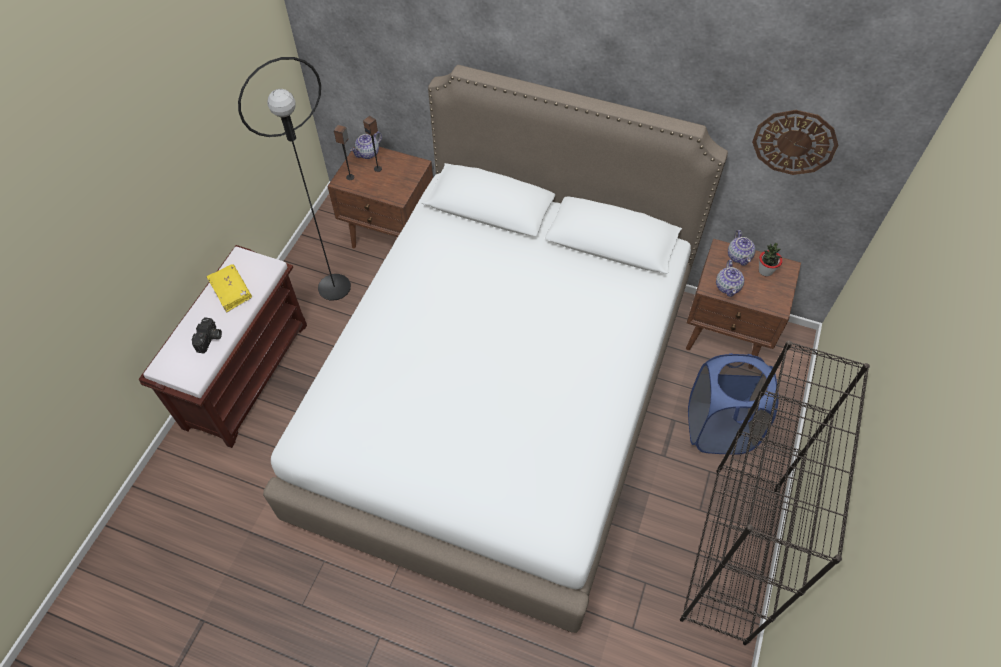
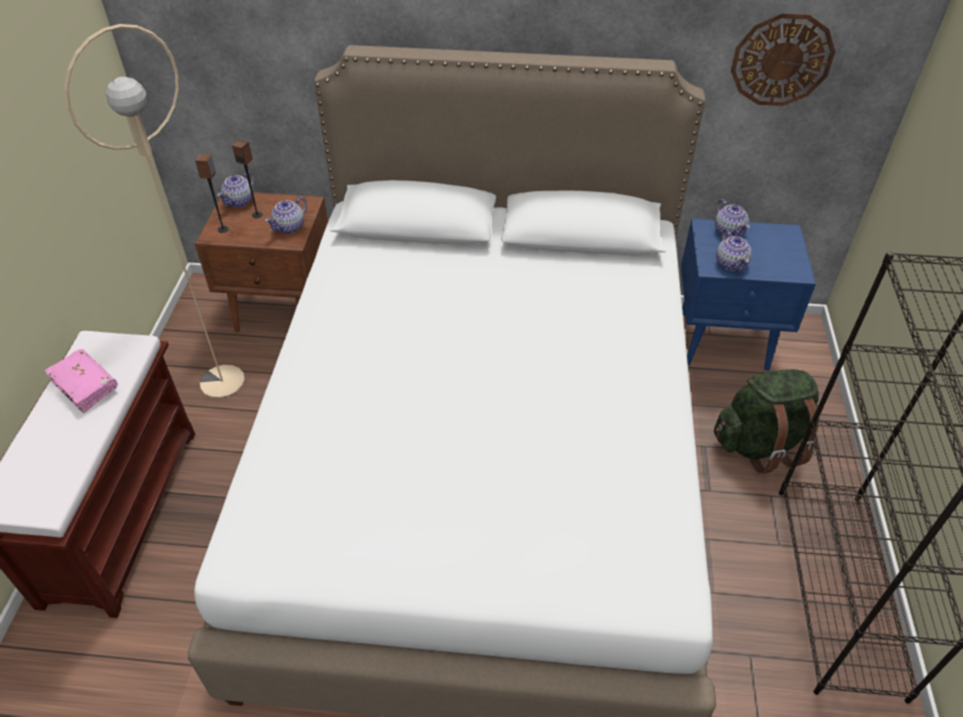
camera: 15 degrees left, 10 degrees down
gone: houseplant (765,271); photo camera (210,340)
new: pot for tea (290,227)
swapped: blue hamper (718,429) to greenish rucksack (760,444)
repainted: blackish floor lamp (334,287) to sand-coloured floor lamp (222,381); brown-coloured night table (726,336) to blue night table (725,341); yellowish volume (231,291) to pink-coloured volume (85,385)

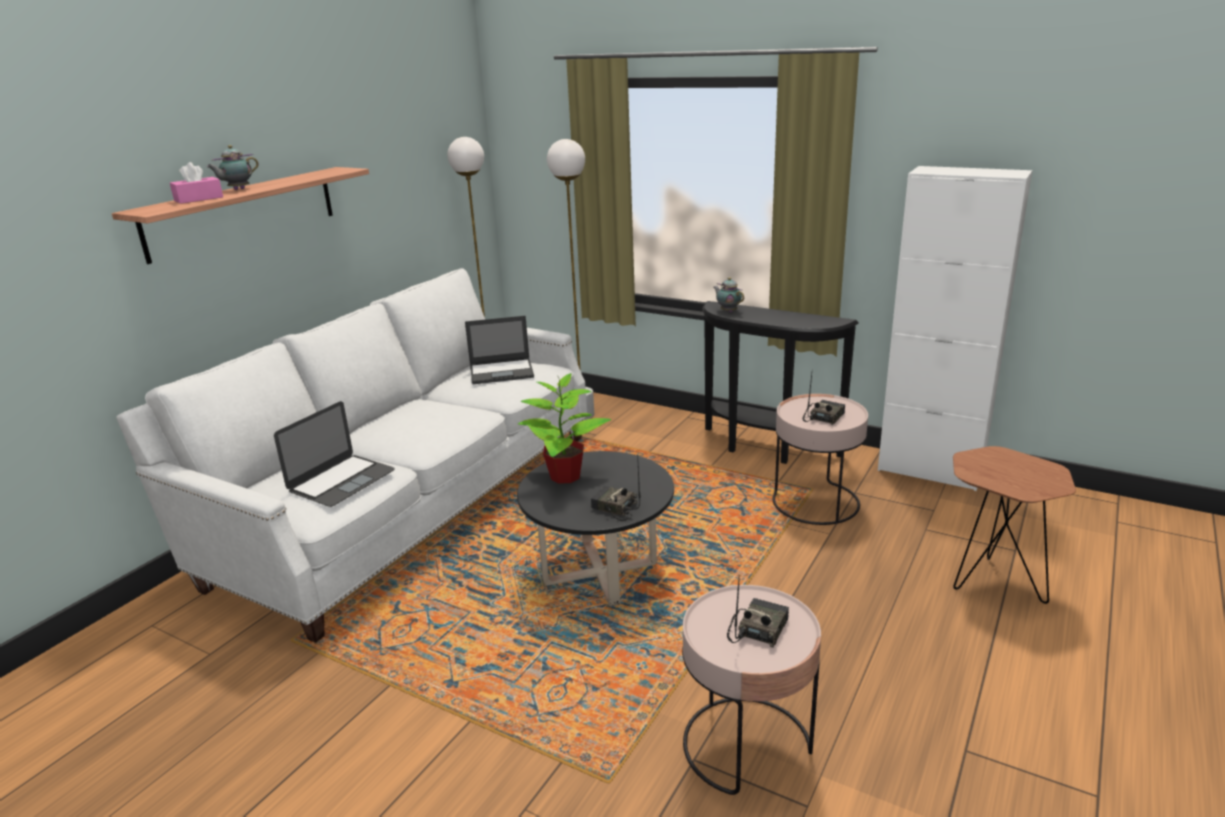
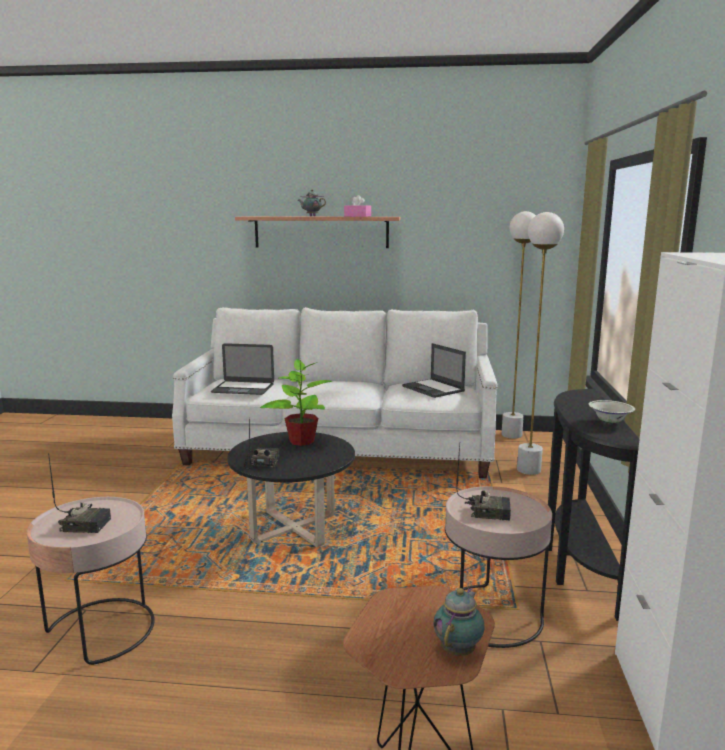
camera: 65 degrees right, 10 degrees down
new: white deep dish (609,422)
shifted: pink-coloured tissue box (199,199) to (357,216); pot for tea (728,311) to (459,649)

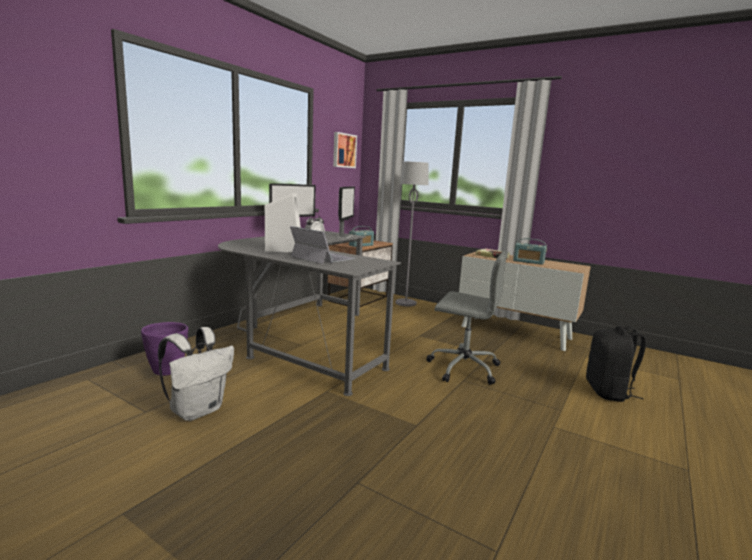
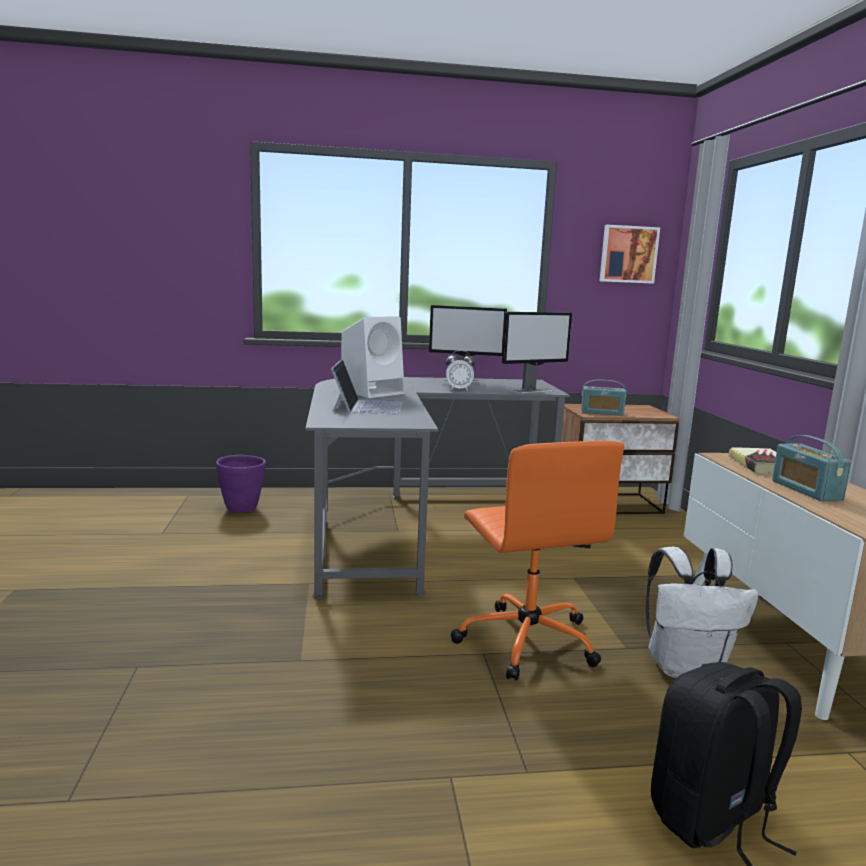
camera: 50 degrees right, 0 degrees up
gone: grey floor lamp (405,303)
shifted: white rucksack (198,410) to (686,667)
repainted: grey computer chair (462,367) to orange computer chair (526,640)

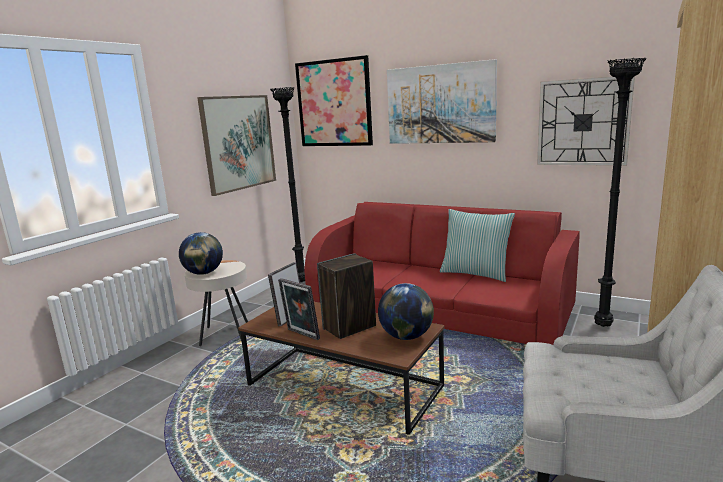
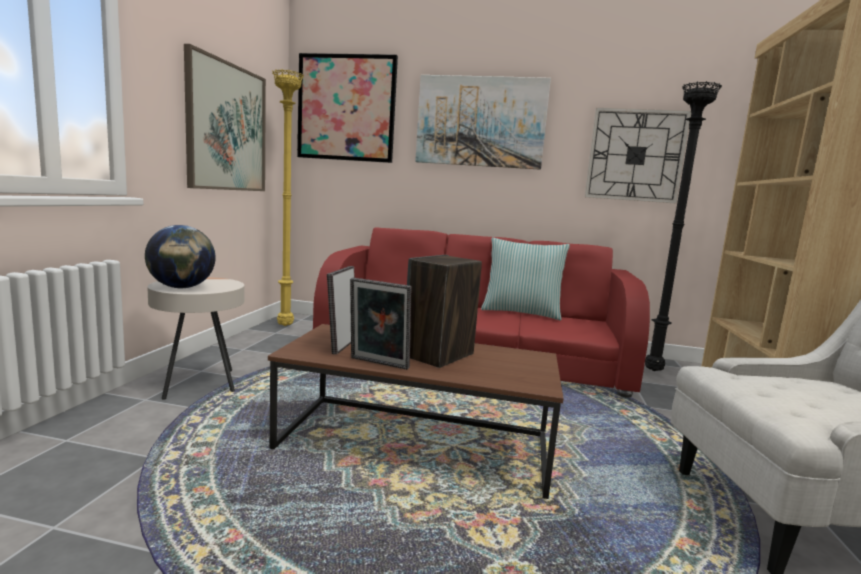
camera: 20 degrees left, 5 degrees down
gone: desk globe (406,336)
repainted: blackish floor lamp (300,281) to yellowish floor lamp (284,325)

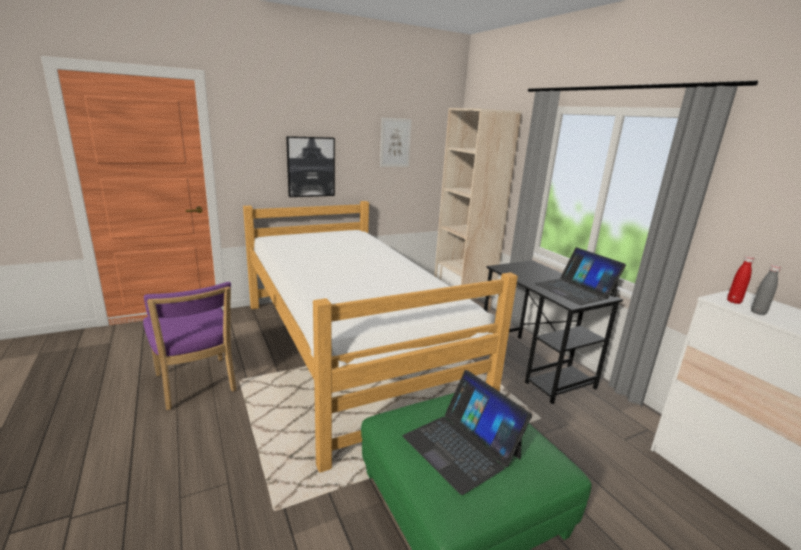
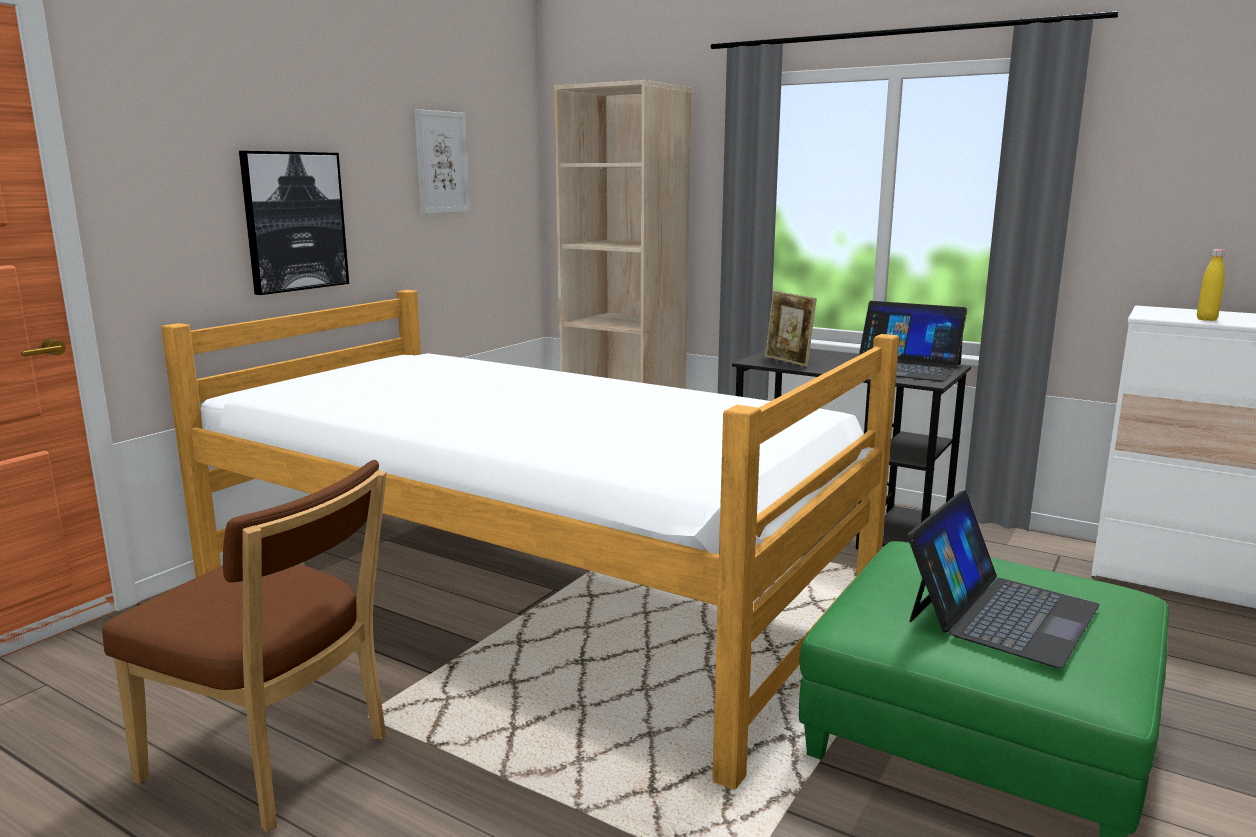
camera: 30 degrees left, 5 degrees down
gone: red beverage bottle (733,301)
new: picture frame (788,361)
repainted: grey beverage bottle (758,312) to yellowish beverage bottle (1206,319); purplish chair (196,385) to brown-coloured chair (275,762)
rotated: portable computer (461,446) = (1001,612) 75 degrees counterclockwise

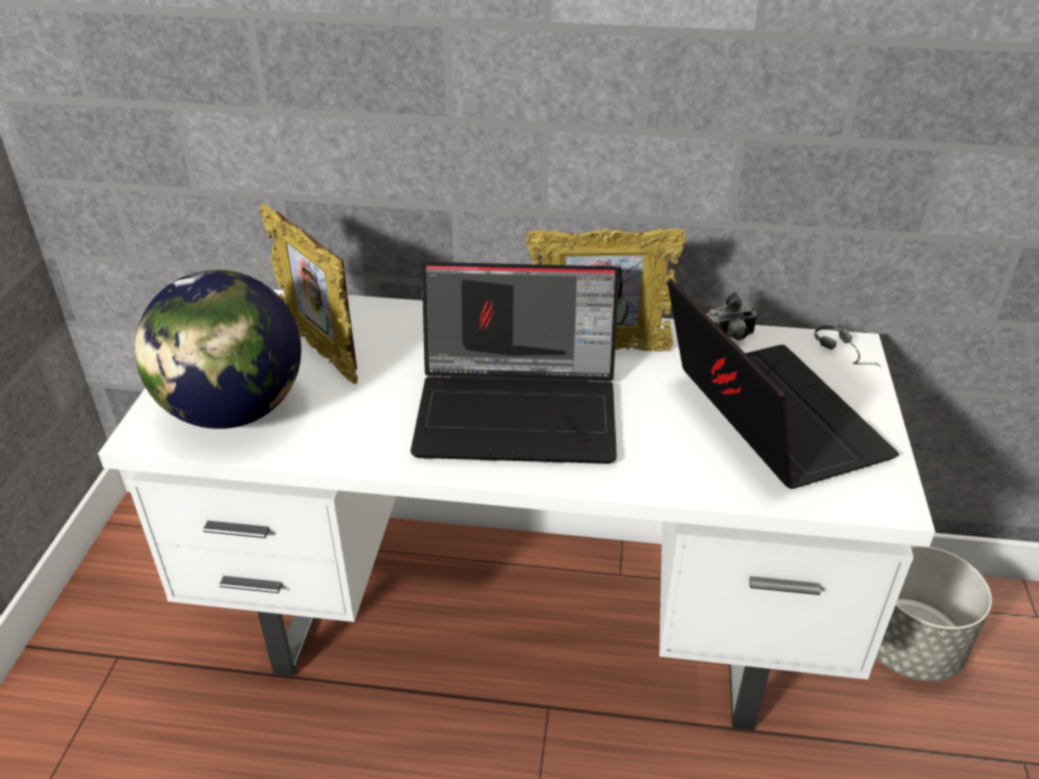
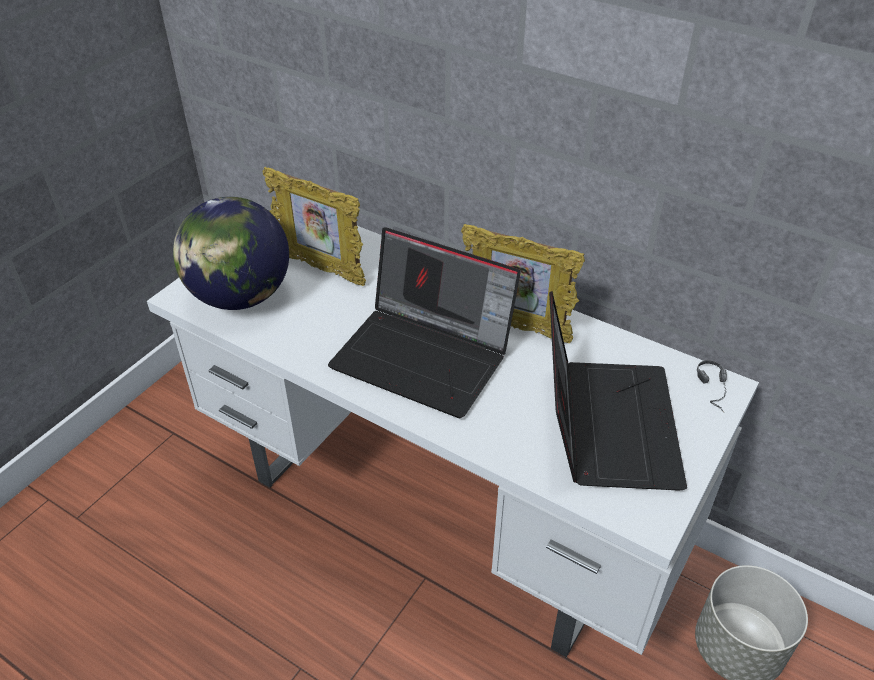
camera: 25 degrees right, 5 degrees up
gone: photo camera (730,338)
rotated: picture frame (320,351) = (321,269) 45 degrees counterclockwise

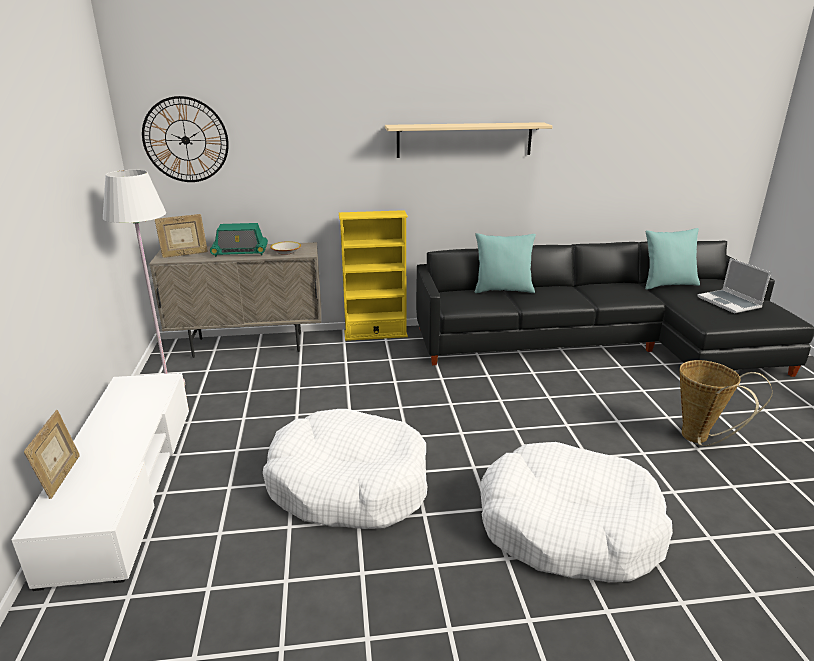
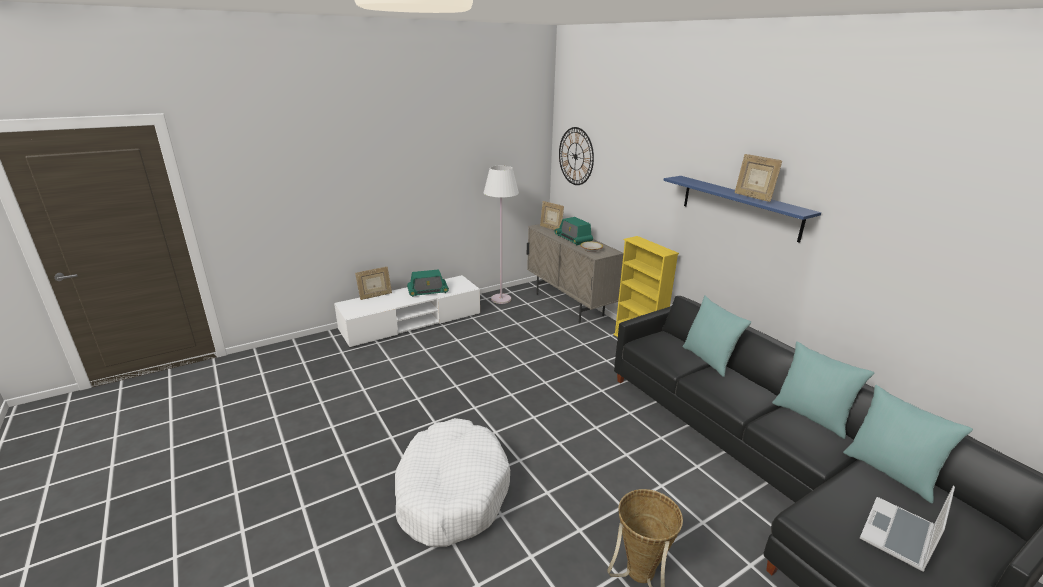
camera: 65 degrees right, 0 degrees up
gone: white dog cushion (348,484)
new: picture frame (752,197); radio receiver (428,291); turquoise-coloured pillow (811,416)
repainted: sand-coloured wall shelf (464,139) to blue wall shelf (739,207)

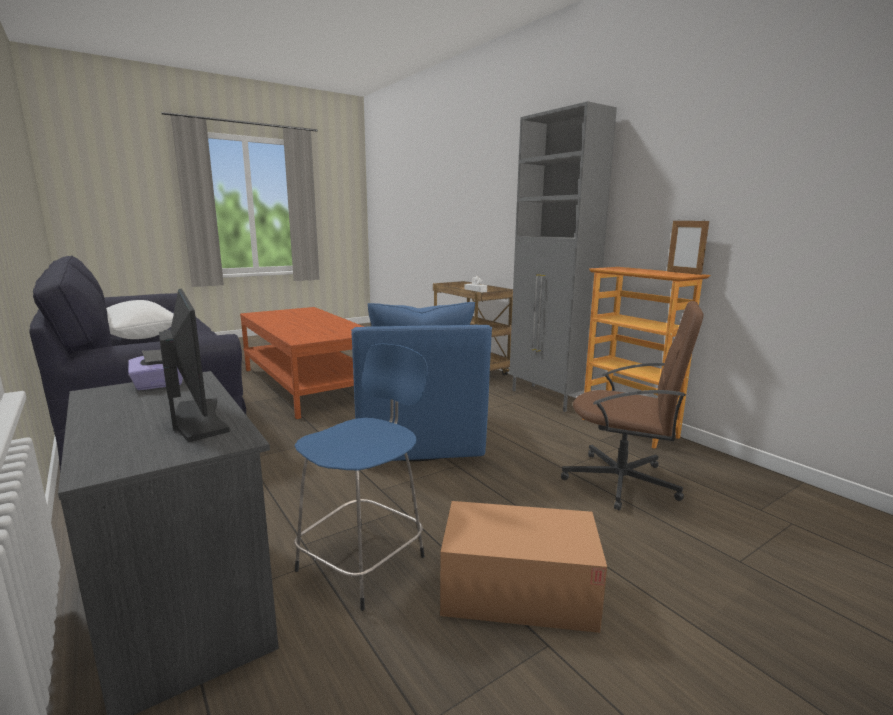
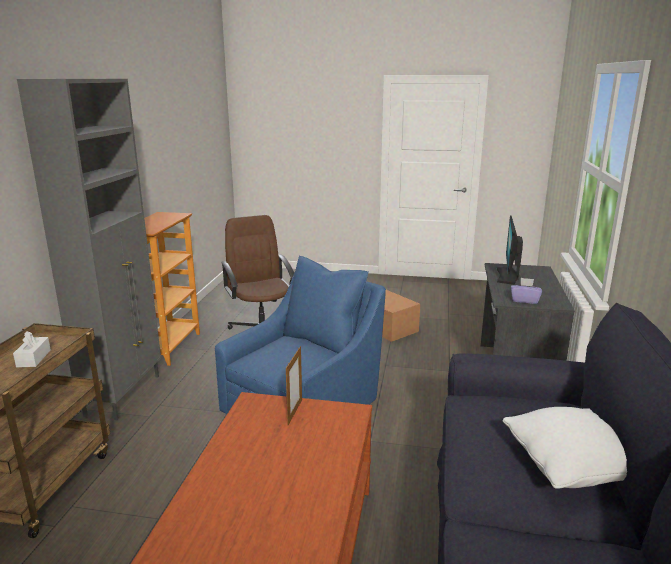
camera: 135 degrees left, 5 degrees up
gone: blue sitting stool (364,561)
shifted: picture frame (683,273) to (295,412)

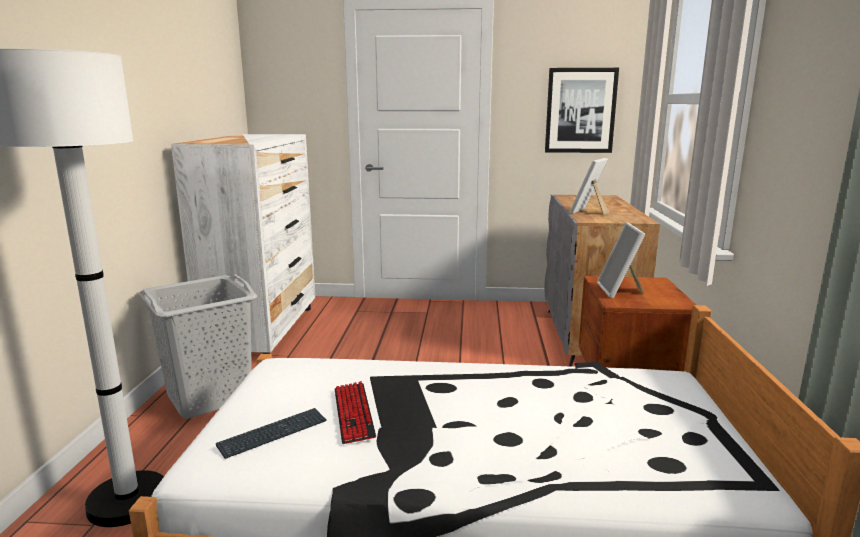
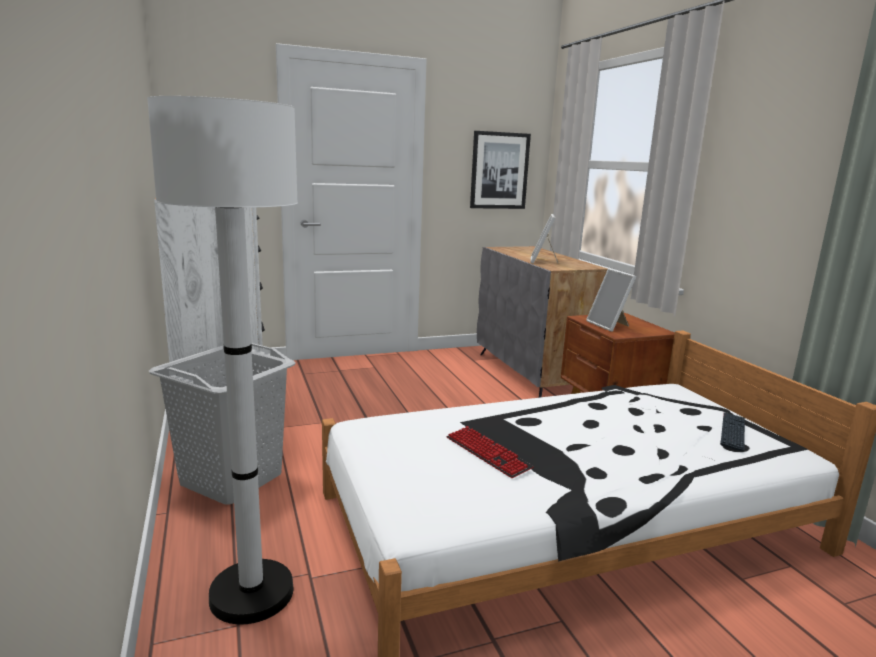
camera: 25 degrees left, 0 degrees up
shifted: PC keyboard (273,434) to (732,432)

